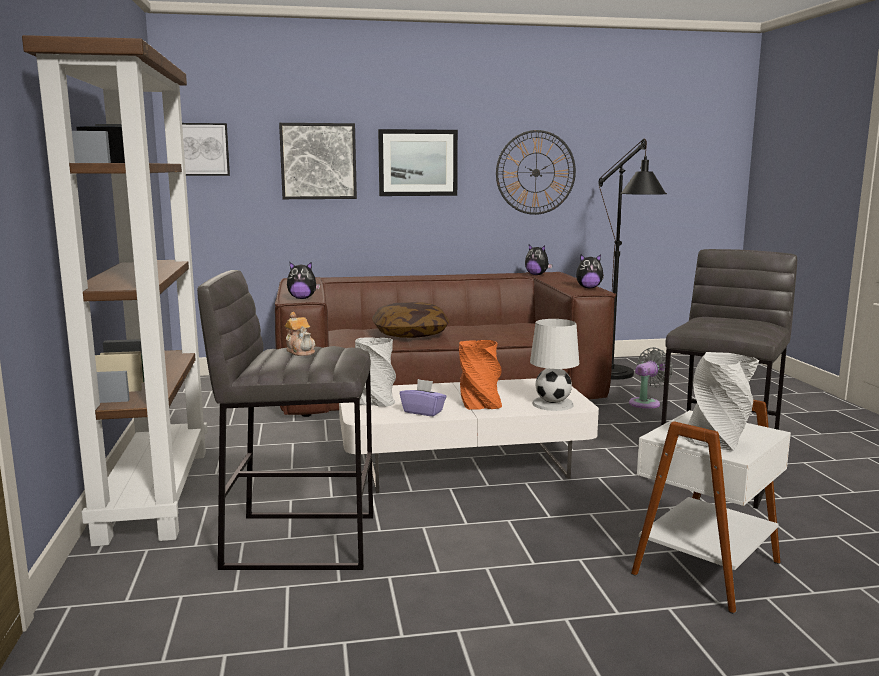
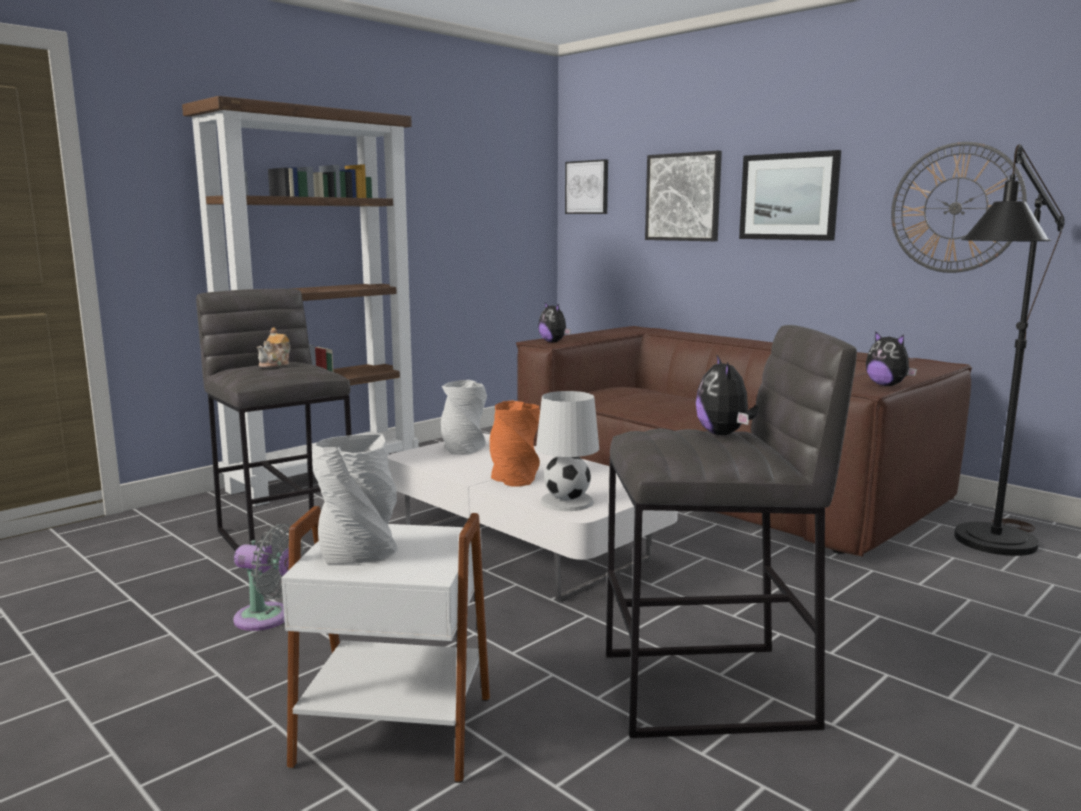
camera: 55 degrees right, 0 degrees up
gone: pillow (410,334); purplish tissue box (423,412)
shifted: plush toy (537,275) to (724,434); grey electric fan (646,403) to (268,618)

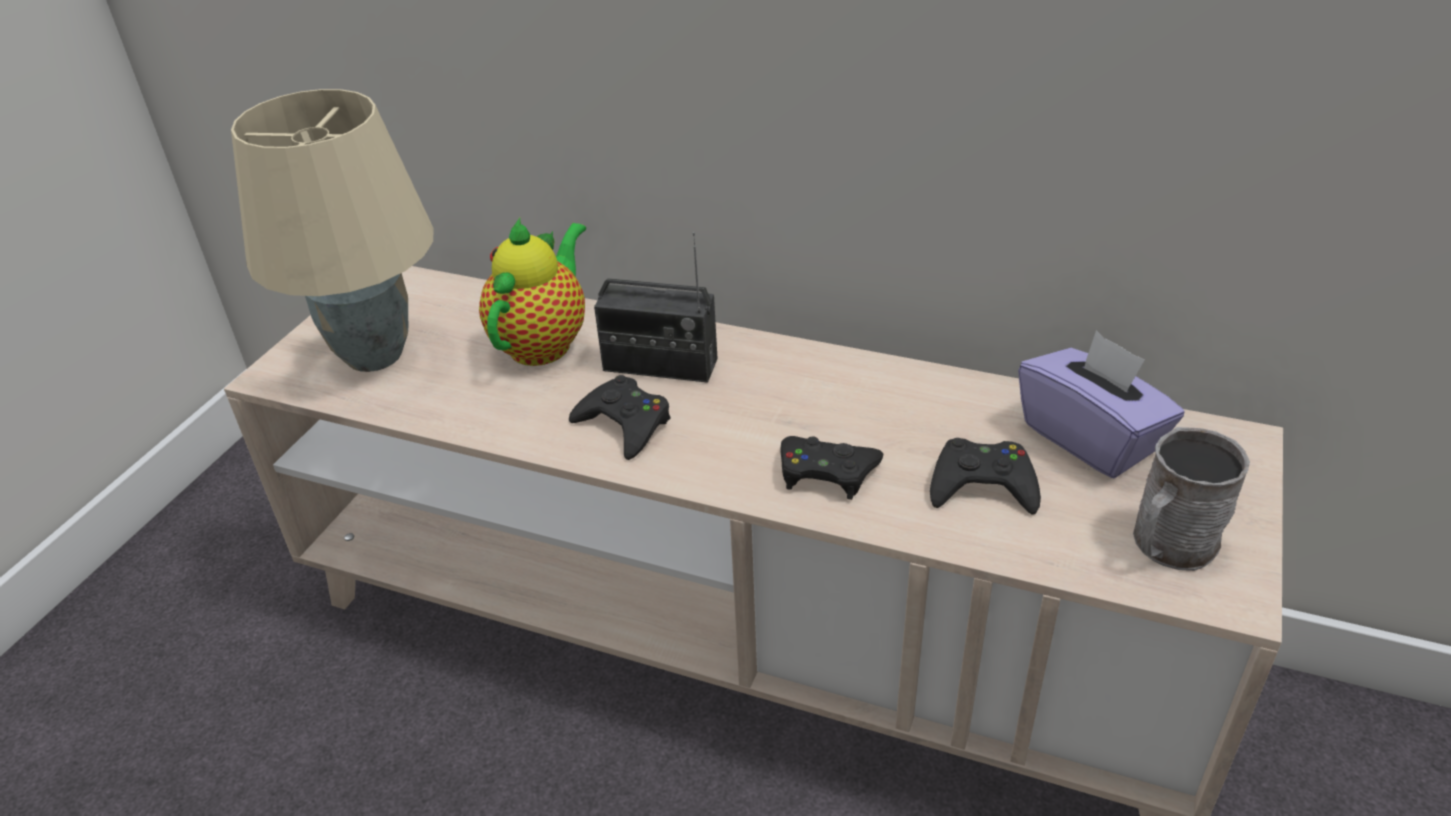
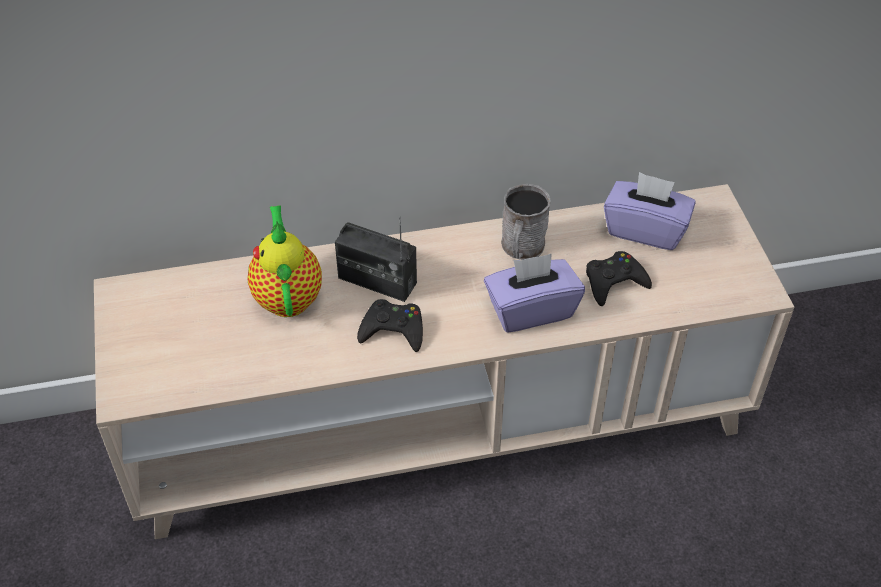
camera: 35 degrees left, 10 degrees up
gone: sand-coloured tabletop lamp (372,355)
shifted: grey tea mug (1168,546) to (521,248)
swapped: blackish joypad (826,472) to purplish tissue box (531,310)
rotated: radio receiver (660,365) = (377,281) 45 degrees clockwise

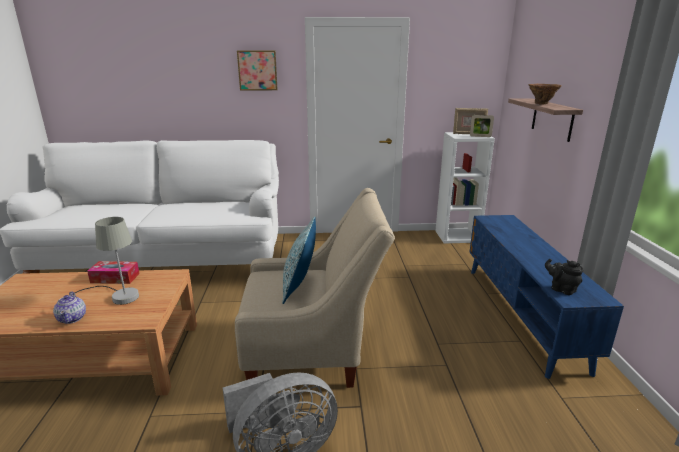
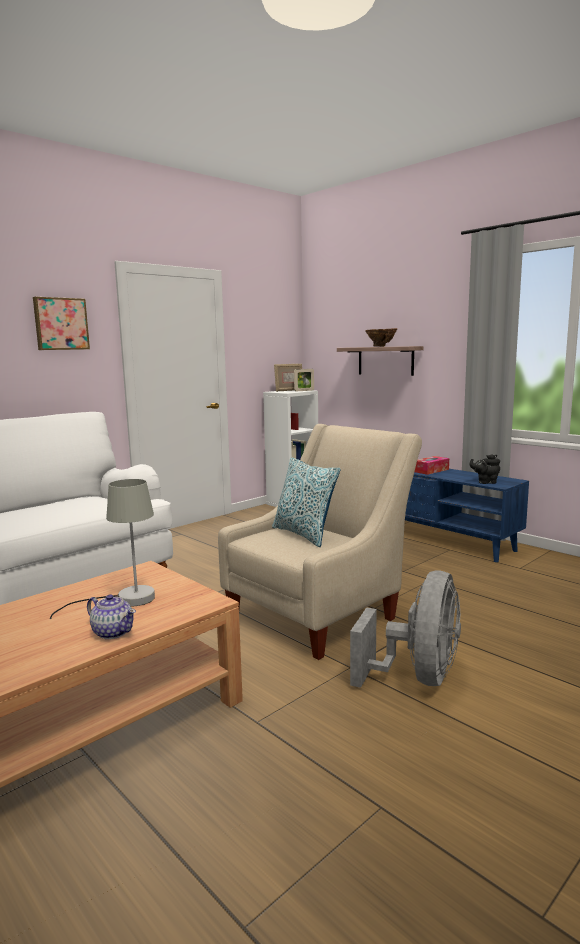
camera: 40 degrees left, 10 degrees down
shifted: tissue box (115,278) to (431,470)

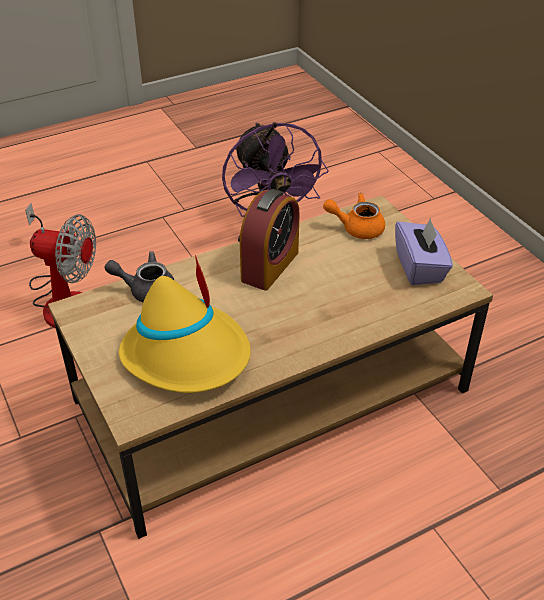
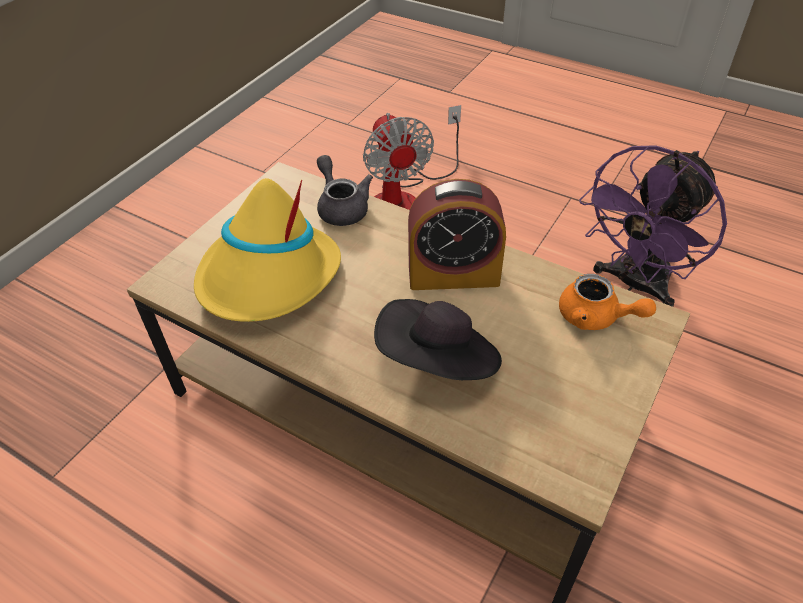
camera: 60 degrees right, 5 degrees up
gone: purplish tissue box (420,268)
new: blackish hat (438,362)
rotated: orange pot for tea (357,228) = (596,317) 150 degrees clockwise

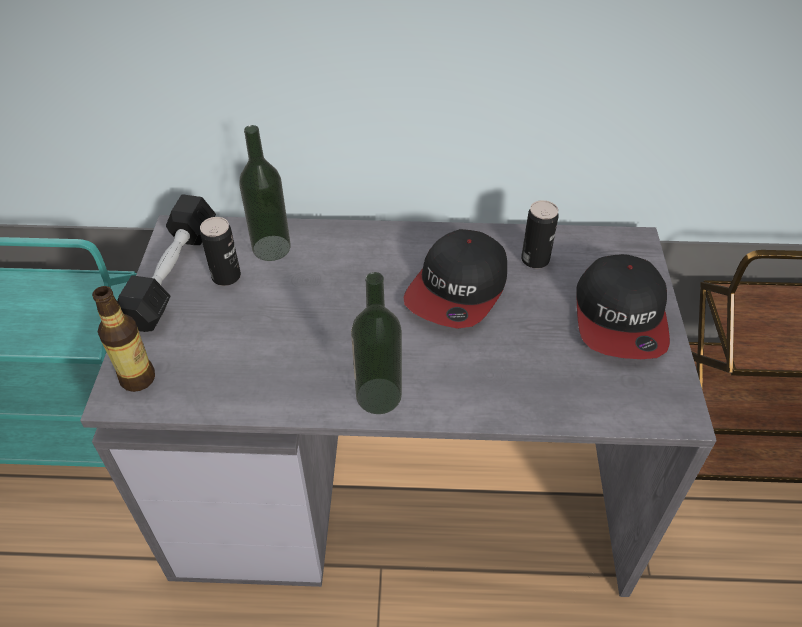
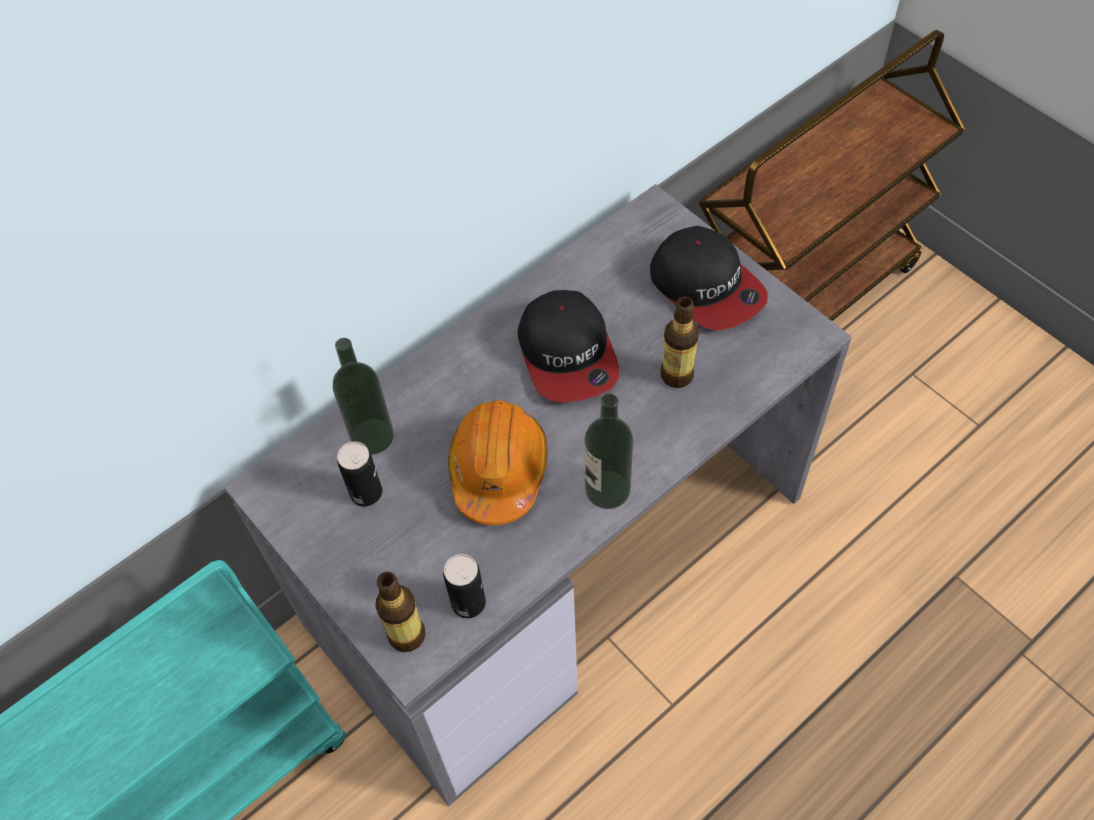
camera: 40 degrees left, 10 degrees up
gone: blackish dumbbell (172,275)
new: beverage bottle (677,375); orange hard hat (498,469)
shifted: sealed can (535,259) to (468,603)

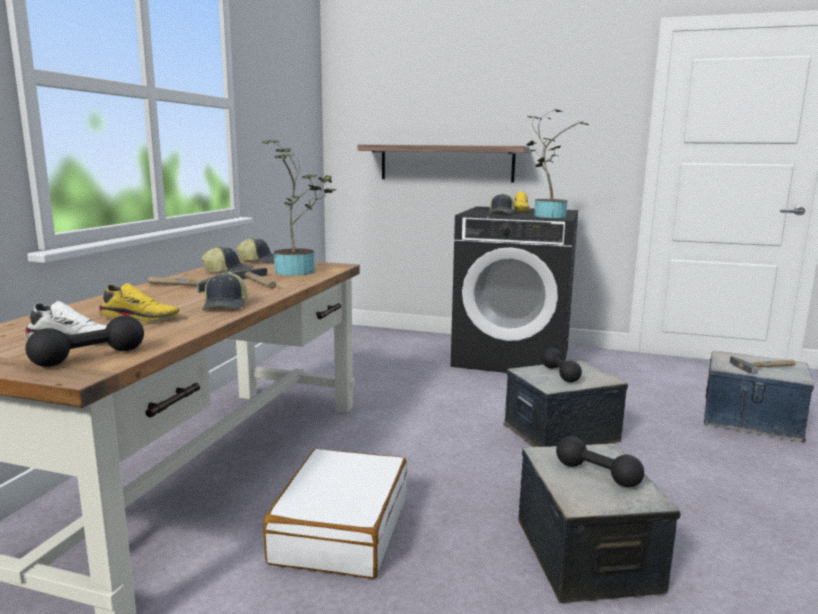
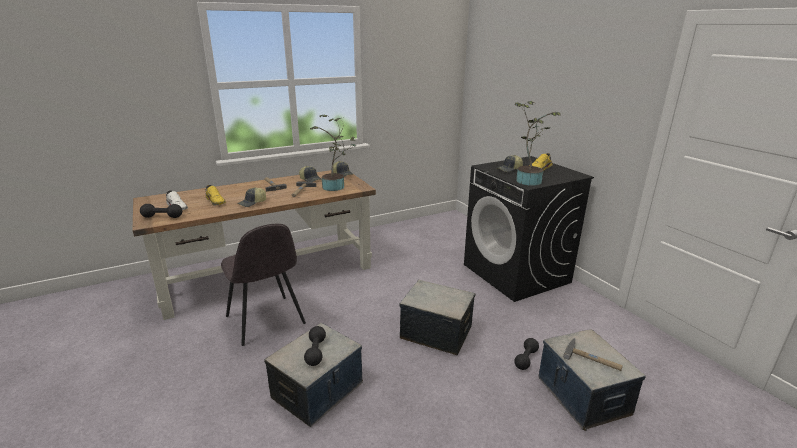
camera: 45 degrees right, 10 degrees up
gone: wall shelf (446,163)
shifted: blackish dumbbell (560,374) to (526,359)
swapped: white suitcase (340,529) to grey chair (266,321)

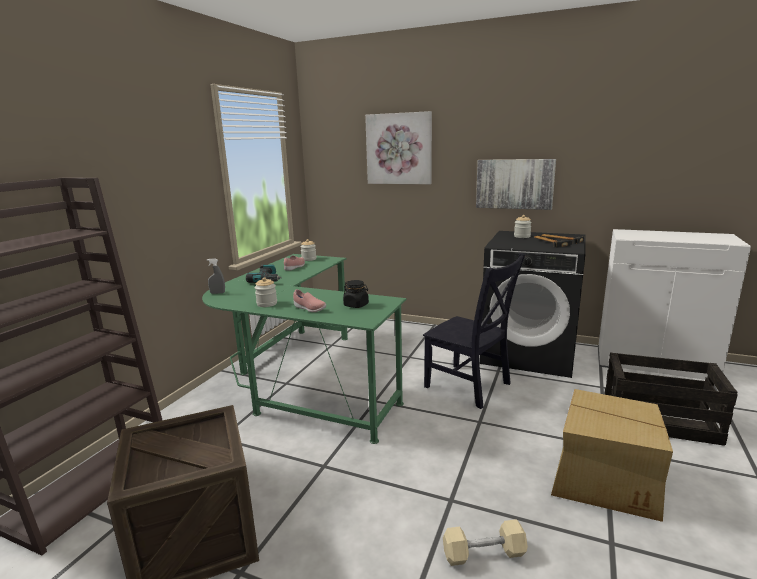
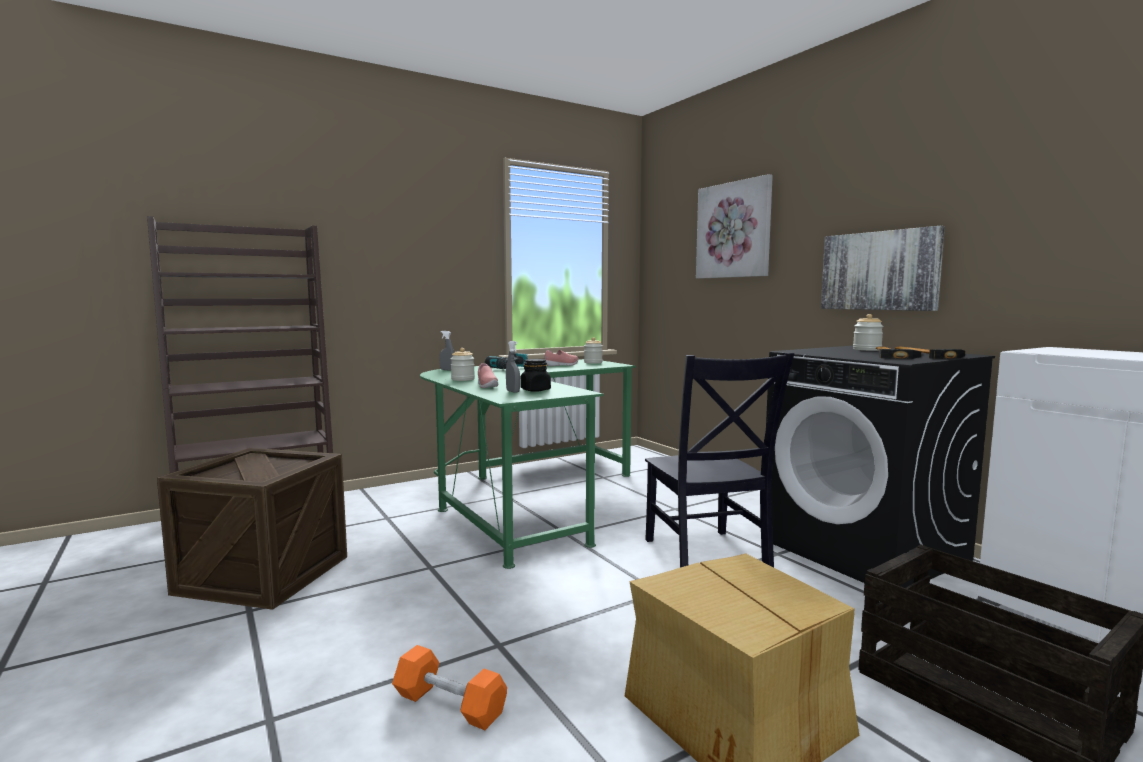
camera: 35 degrees right, 10 degrees down
new: grey spray bottle (513,391)
repainted: sand-coloured dumbbell (483,553) to orange dumbbell (449,705)

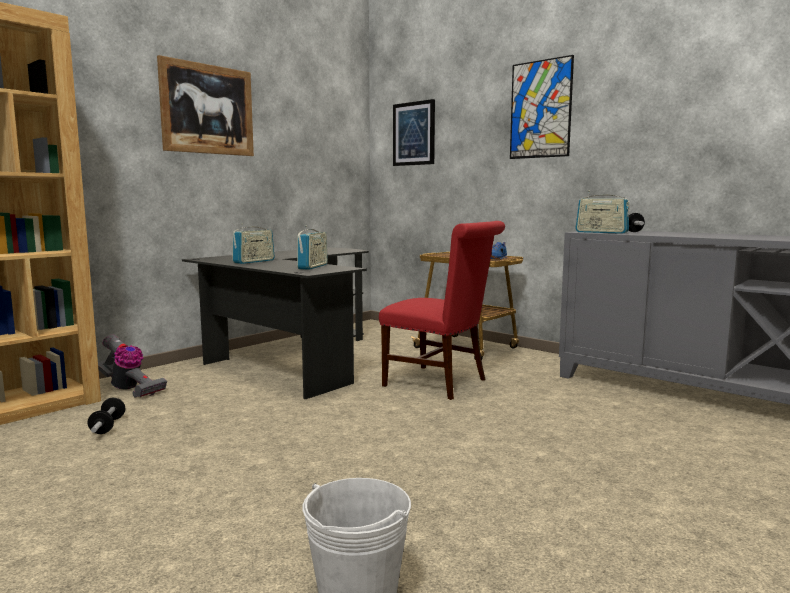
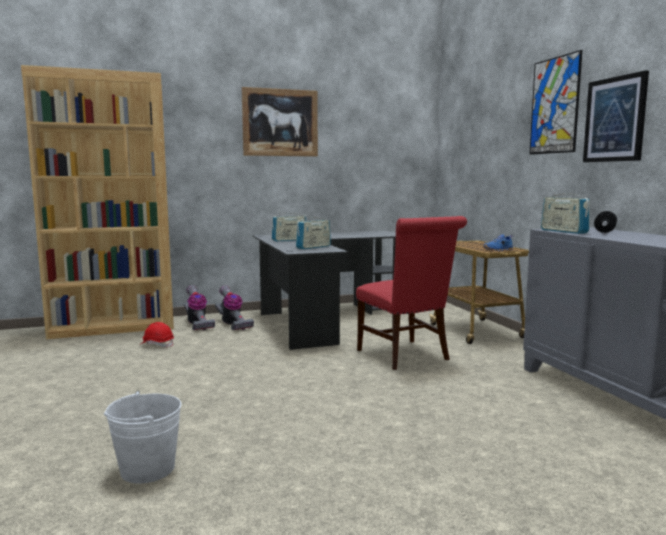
camera: 30 degrees right, 0 degrees up
new: hoover (232,324)
shifted: wall picture (414,134) to (615,119)
swapped: dumbbell (108,426) to red hard hat (157,345)

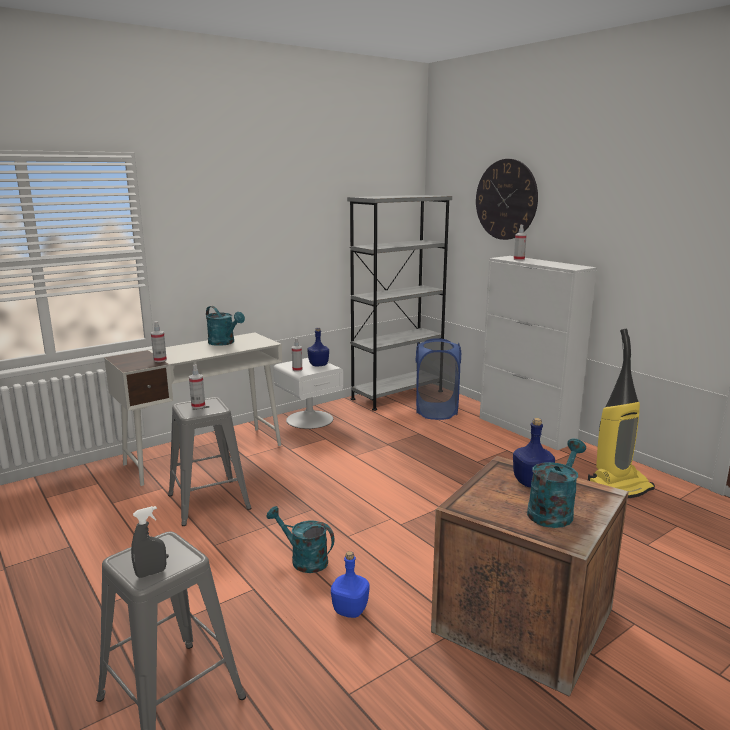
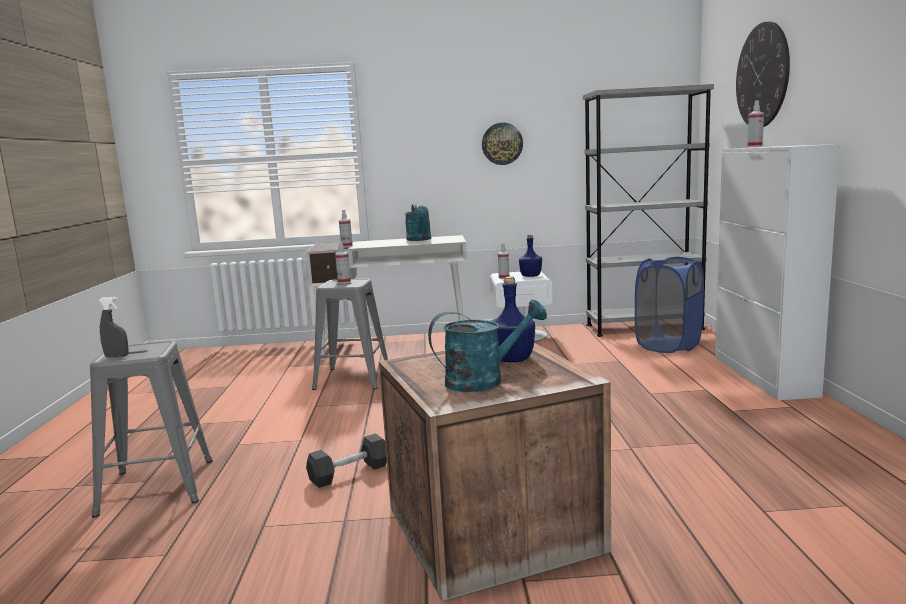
camera: 35 degrees right, 5 degrees down
gone: hoover (619,487); turquoise-coloured watering pot (303,560)
new: hanging clock (502,144)
swapped: blue beverage bottle (350,609) to grey dumbbell (349,473)

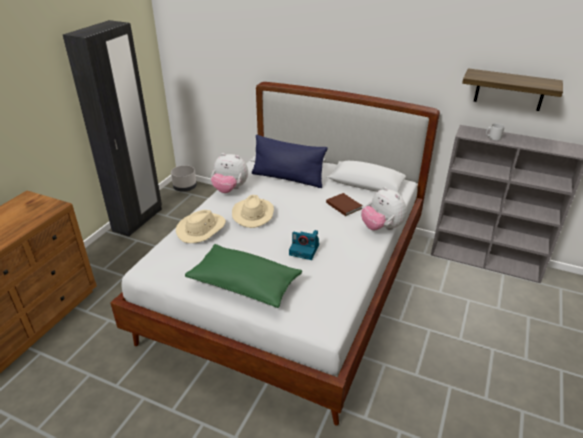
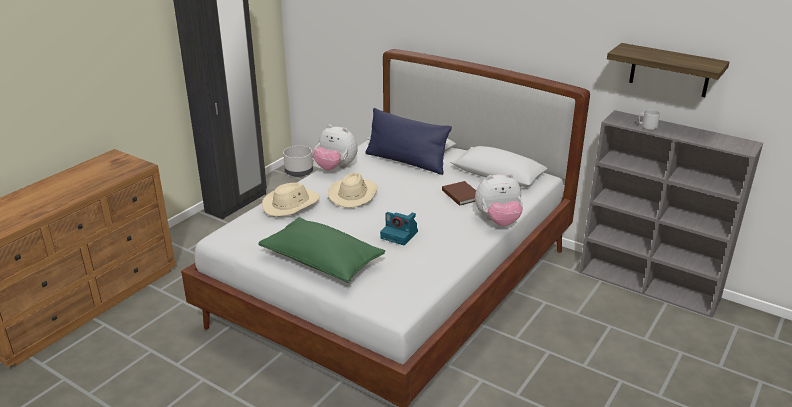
camera: 10 degrees right, 5 degrees down
rotated: plush toy (381,228) = (498,221) 75 degrees counterclockwise

